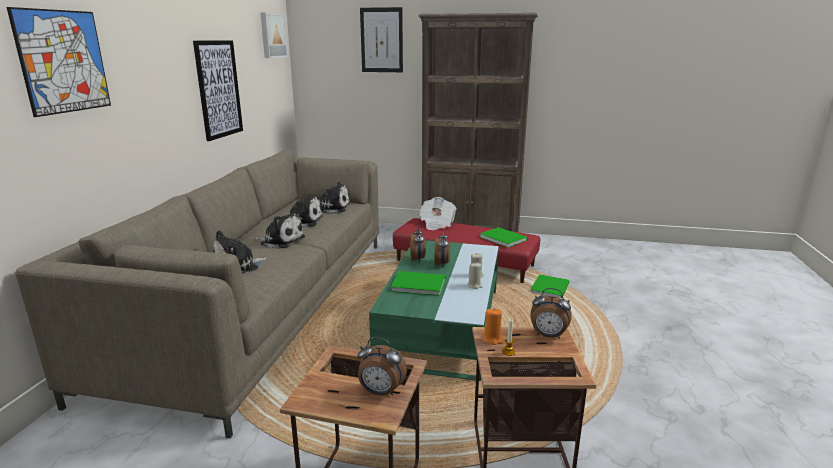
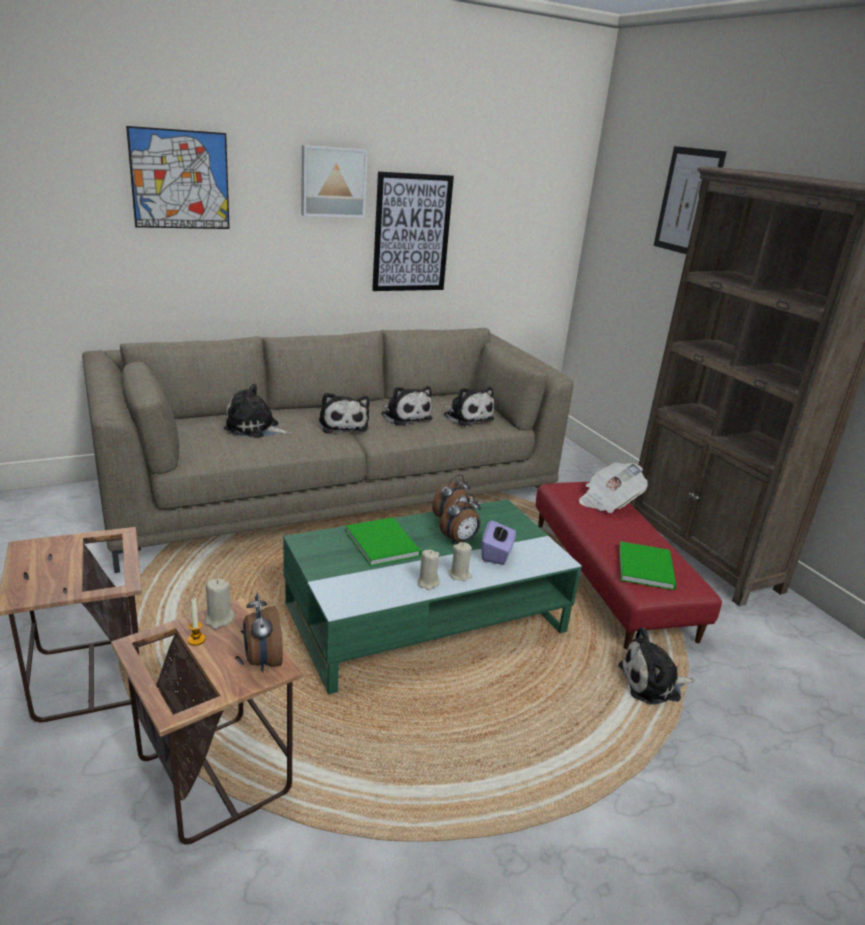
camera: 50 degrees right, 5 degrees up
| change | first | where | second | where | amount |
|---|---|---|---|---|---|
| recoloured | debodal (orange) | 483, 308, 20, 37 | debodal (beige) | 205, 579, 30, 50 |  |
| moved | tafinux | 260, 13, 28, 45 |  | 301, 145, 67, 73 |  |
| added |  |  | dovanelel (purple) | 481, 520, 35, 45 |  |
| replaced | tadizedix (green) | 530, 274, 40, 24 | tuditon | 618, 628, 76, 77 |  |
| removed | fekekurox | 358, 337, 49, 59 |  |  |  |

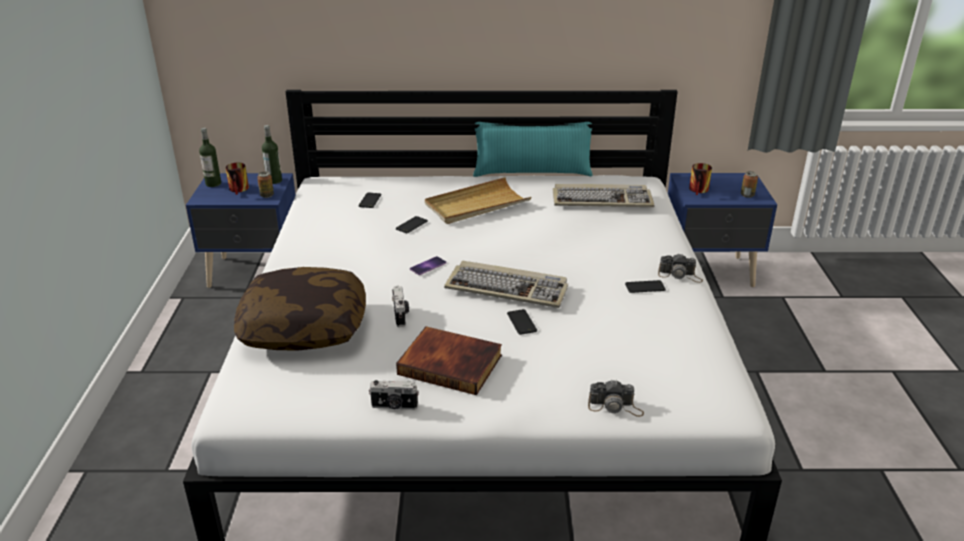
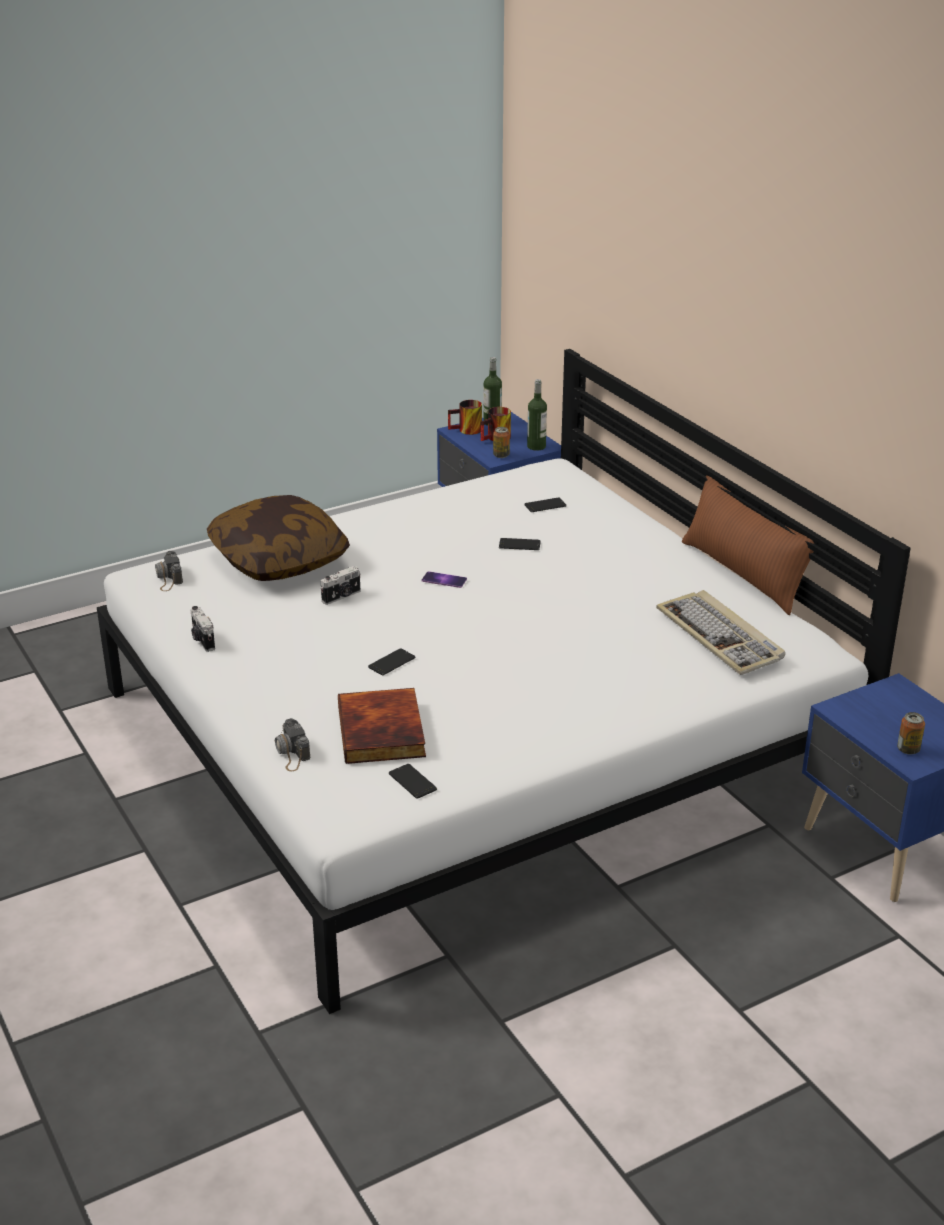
camera: 60 degrees right, 0 degrees up
| change | first | where | second | where | amount |
|---|---|---|---|---|---|
| moved | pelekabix | 658, 254, 45, 29 |  | 155, 551, 28, 40 |  |
| moved | tadizedix | 396, 326, 106, 69 |  | 338, 688, 88, 76 |  |
| moved | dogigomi | 625, 280, 41, 13 |  | 389, 764, 48, 35 |  |
| moved | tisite | 689, 163, 23, 32 |  | 448, 400, 34, 35 |  |
| recoloured | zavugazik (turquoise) | 473, 122, 119, 55 | zavugazik (brown) | 682, 475, 132, 140 |  |
| removed | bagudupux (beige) | 425, 177, 106, 47 |  |  |  |
| removed | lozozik | 444, 261, 124, 47 |  |  |  |

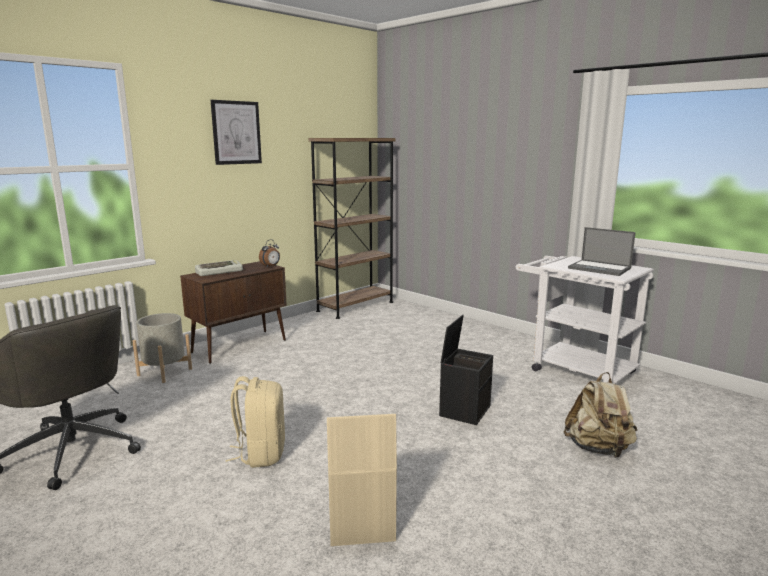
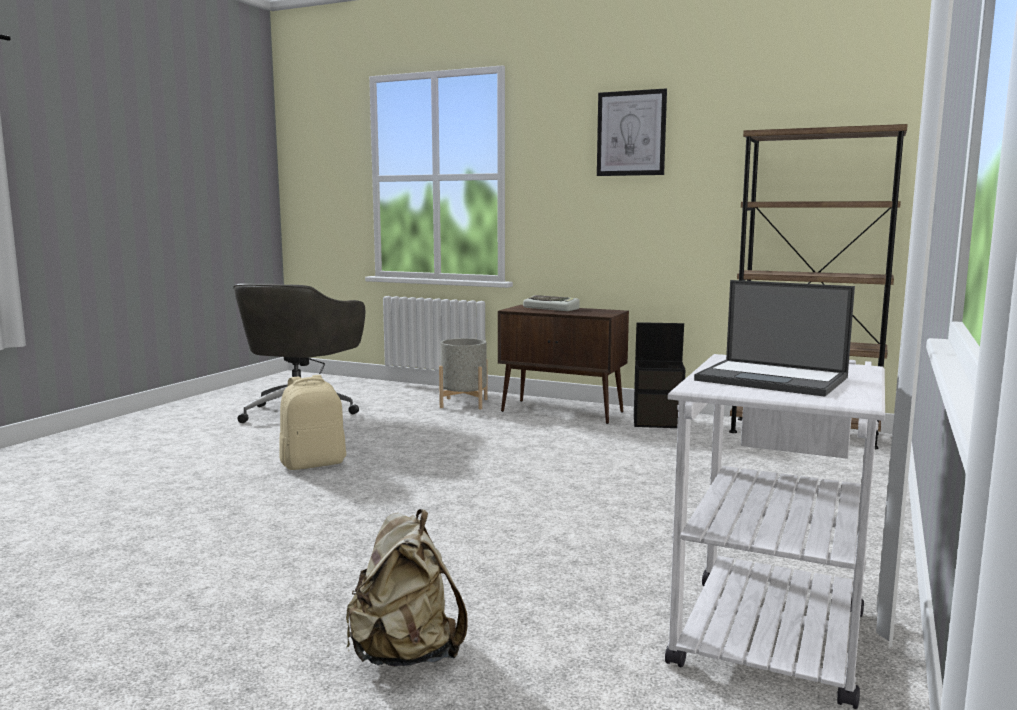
camera: 70 degrees right, 5 degrees down
| change | first | where | second | where | amount |
|---|---|---|---|---|---|
| moved | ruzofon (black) | 439, 315, 54, 110 |  | 634, 322, 52, 106 |  |
| turned | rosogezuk | 568, 227, 68, 49 |  | 694, 280, 161, 117 | 75 degrees counterclockwise |
| removed | fekekurox | 259, 240, 21, 27 |  |  |  |
| removed | ruzofon (beige) | 327, 414, 70, 132 |  |  |  |

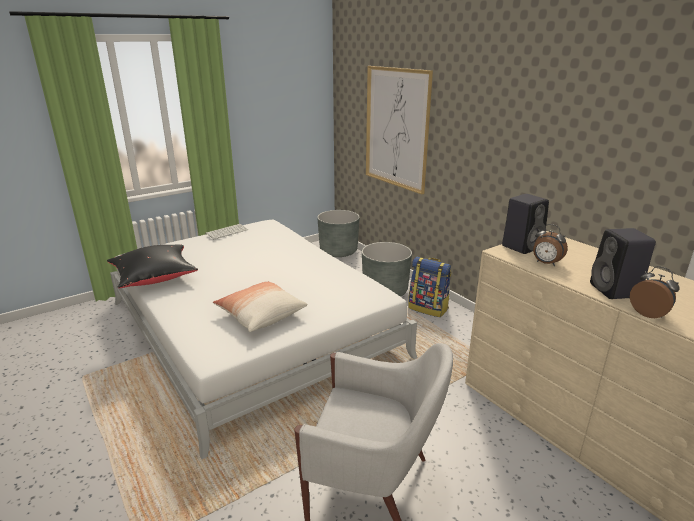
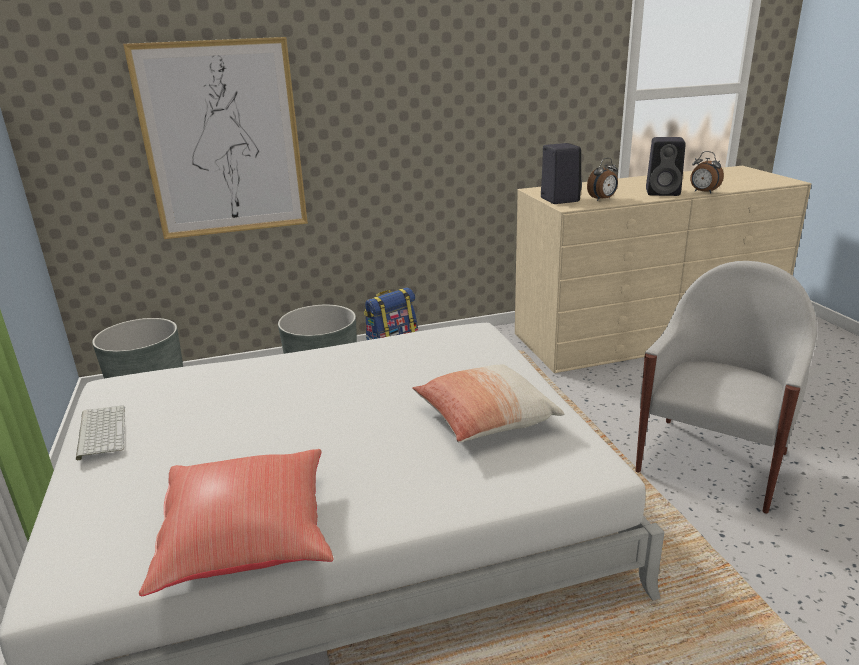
camera: 70 degrees left, 0 degrees up
| change | first | where | second | where | amount |
|---|---|---|---|---|---|
| recoloured | zavugazik (black) | 107, 245, 91, 43 | zavugazik (red) | 139, 449, 195, 147 |  |
| turned | fekekurox | 630, 266, 50, 52 |  | 690, 151, 34, 42 | 120 degrees counterclockwise |

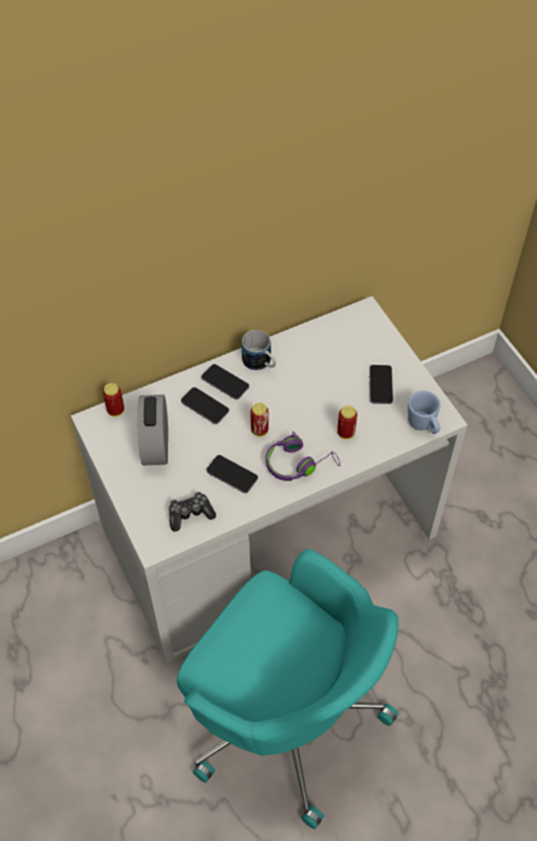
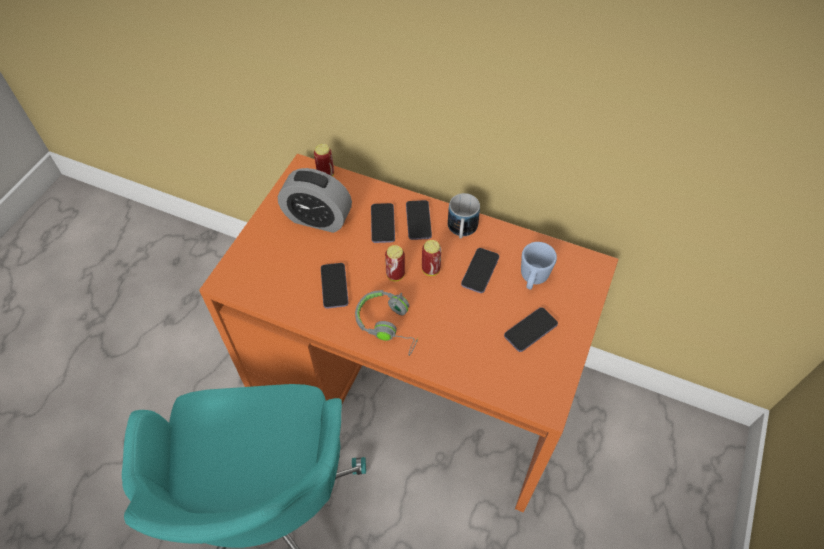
camera: 50 degrees right, 0 degrees up
| change | first | where | second | where | amount |
|---|---|---|---|---|---|
| recoloured | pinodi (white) | 71, 296, 397, 368 | pinodi (orange) | 199, 154, 420, 358 |  |
| turned | fekekurox | 137, 394, 31, 72 |  | 278, 168, 74, 65 | 120 degrees counterclockwise |
| recoloured | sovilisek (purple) | 266, 431, 74, 50 | sovilisek (grey) | 355, 290, 64, 66 |  |
| moved | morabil | 337, 406, 20, 33 |  | 422, 240, 20, 36 |  |
| added |  |  | dogigomi | 461, 248, 38, 45 |  |
| moved | tisite (blue) | 408, 391, 33, 43 |  | 521, 242, 36, 47 |  |
| removed | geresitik | 169, 492, 47, 40 |  |  |  |

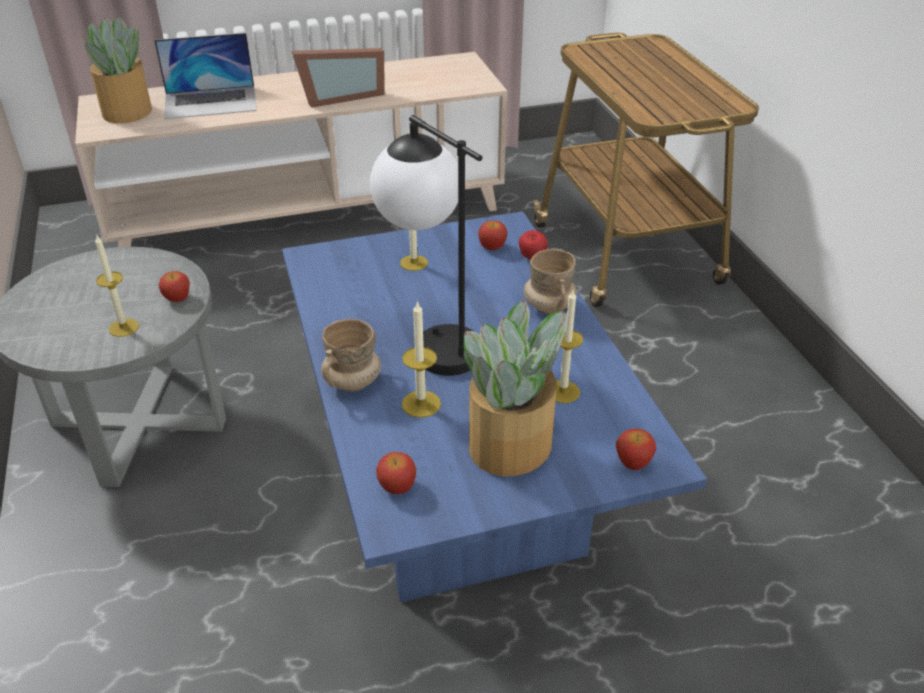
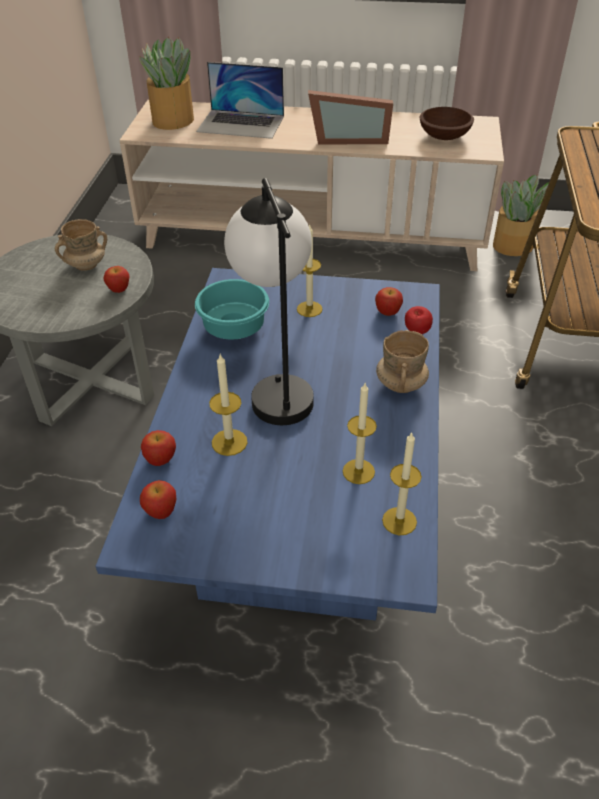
camera: 25 degrees right, 5 degrees up
| change | first | where | second | where | amount |
|---|---|---|---|---|---|
| moved | tisite (beige) | 321, 319, 60, 73 |  | 55, 219, 52, 52 |  |
| moved | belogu | 616, 429, 40, 41 |  | 141, 430, 35, 36 |  |
| added |  |  | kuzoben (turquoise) | 195, 279, 74, 60 |  |
| moved | debodal | 95, 234, 44, 103 |  | 382, 432, 40, 103 |  |
| added |  |  | kuzoben (brown) | 420, 107, 54, 33 |  |
| moved | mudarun | 464, 300, 103, 176 |  | 493, 175, 56, 81 |  |

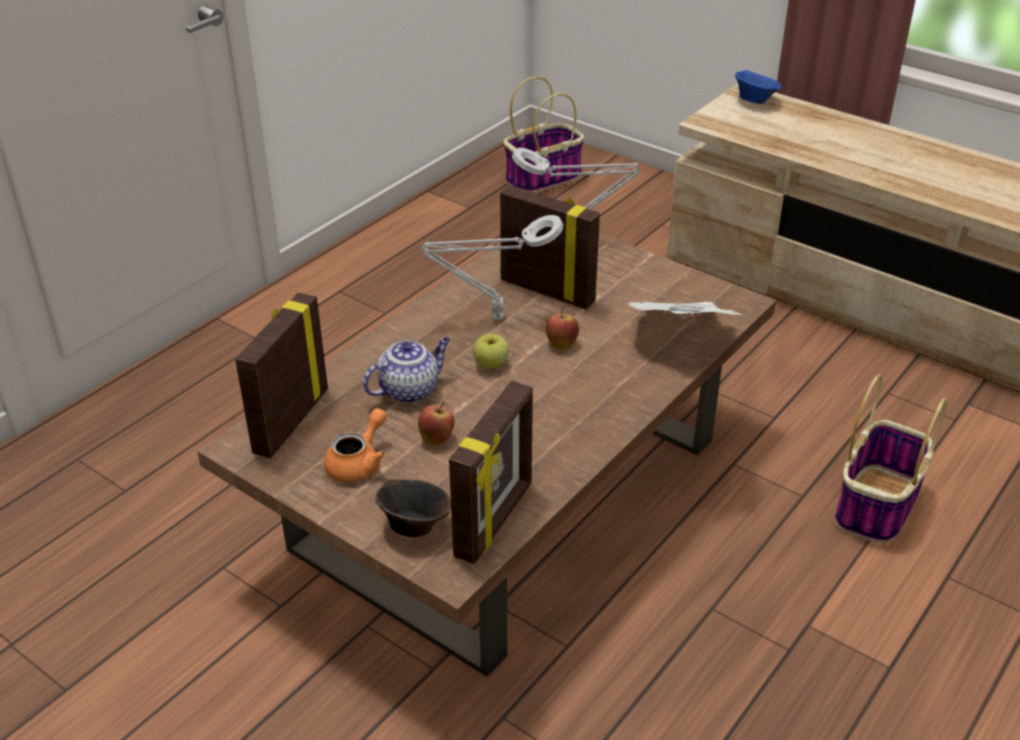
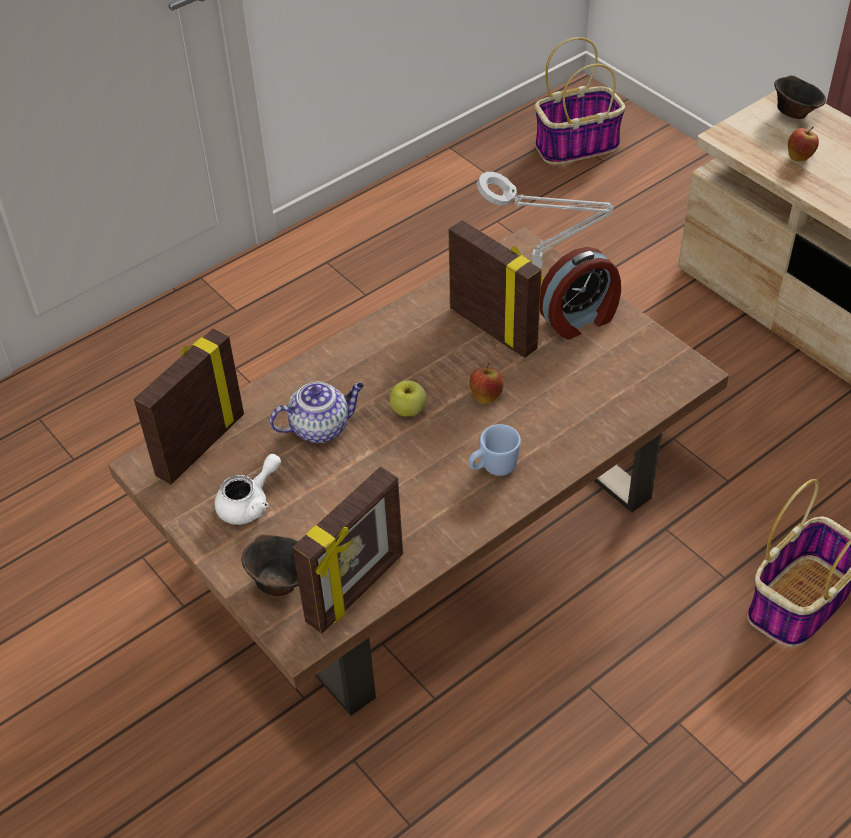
camera: 15 degrees right, 10 degrees up
| change | first | where | second | where | amount |
|---|---|---|---|---|---|
| recoloured | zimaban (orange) | 324, 408, 63, 75 | zimaban (white) | 215, 454, 66, 71 |  |
| added |  |  | tisite (blue) | 469, 424, 52, 52 |  |
| added |  |  | fekekurox | 540, 247, 81, 92 |  |
| recoloured | kuzoben (blue) | 735, 70, 47, 34 | kuzoben (brown) | 774, 75, 52, 44 |  |
| moved | belogu | 418, 402, 37, 43 |  | 788, 127, 31, 34 |  |
| removed | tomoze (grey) | 421, 215, 142, 106 |  |  |  |
| removed | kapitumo | 627, 301, 116, 19 |  |  |  |

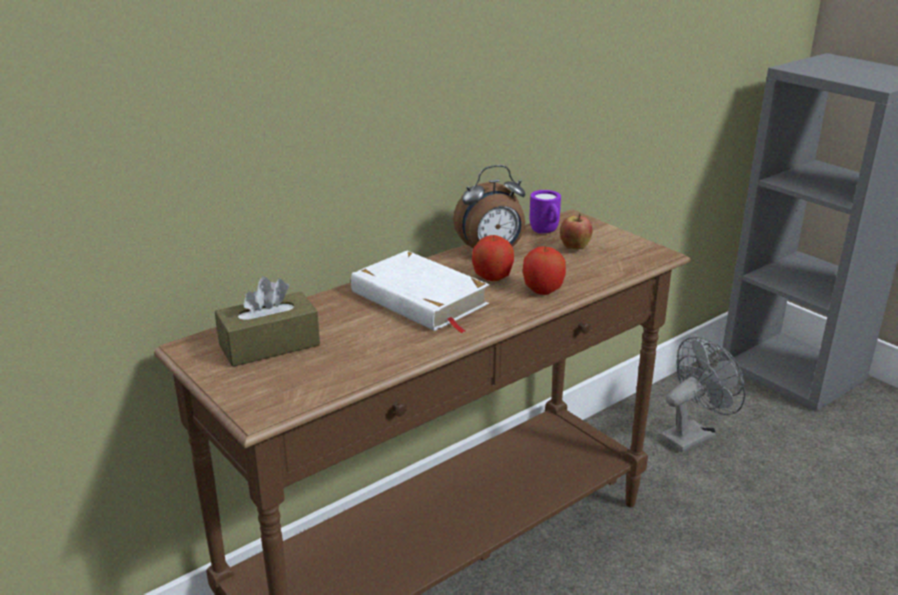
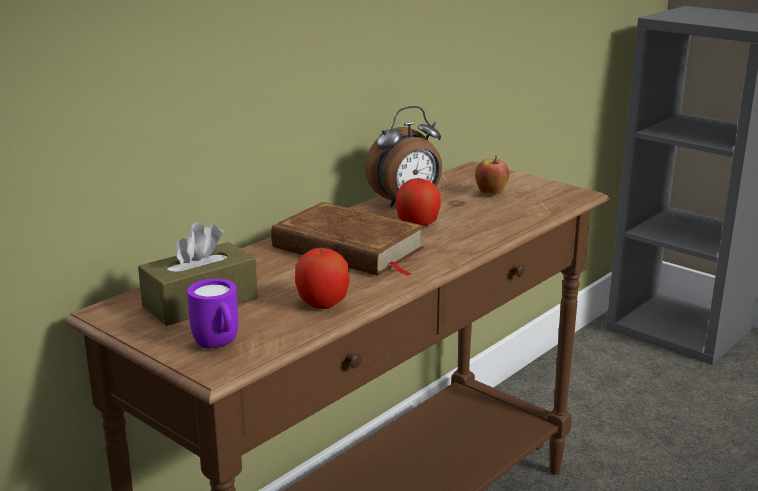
camera: 10 degrees left, 5 degrees down
| change | first | where | second | where | amount |
|---|---|---|---|---|---|
| moved | tisite (purple) | 530, 190, 31, 44 |  | 187, 279, 51, 70 |  |
| recoloured | tadizedix (white) | 351, 251, 138, 82 | tadizedix (brown) | 271, 202, 154, 74 |  |
| moved | belogu | 523, 246, 43, 49 |  | 295, 247, 54, 62 |  |
| removed | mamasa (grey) | 660, 337, 85, 116 |  |  |  |

